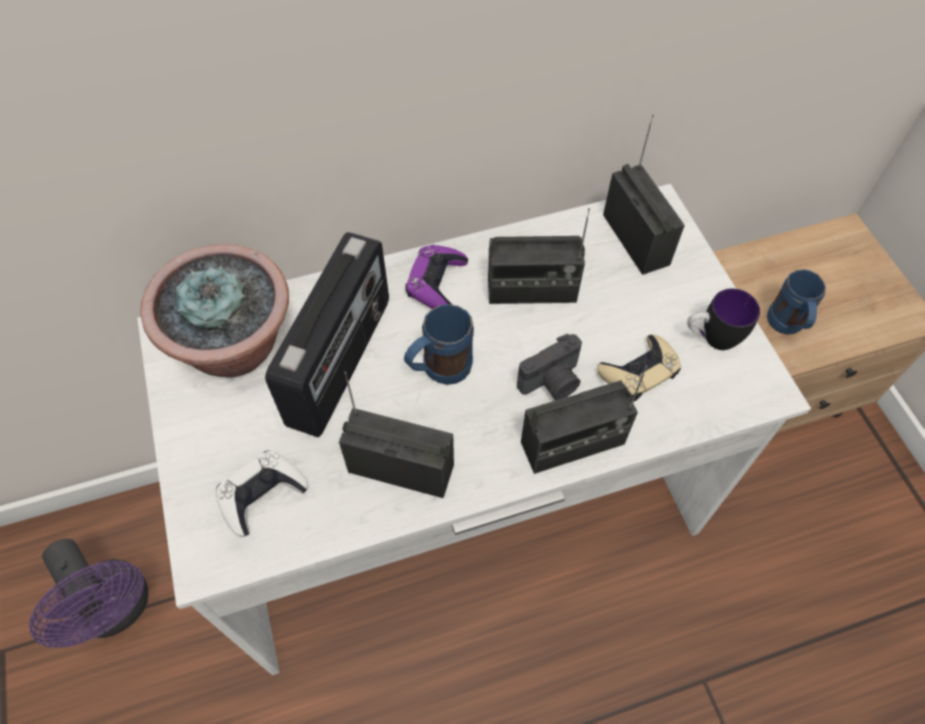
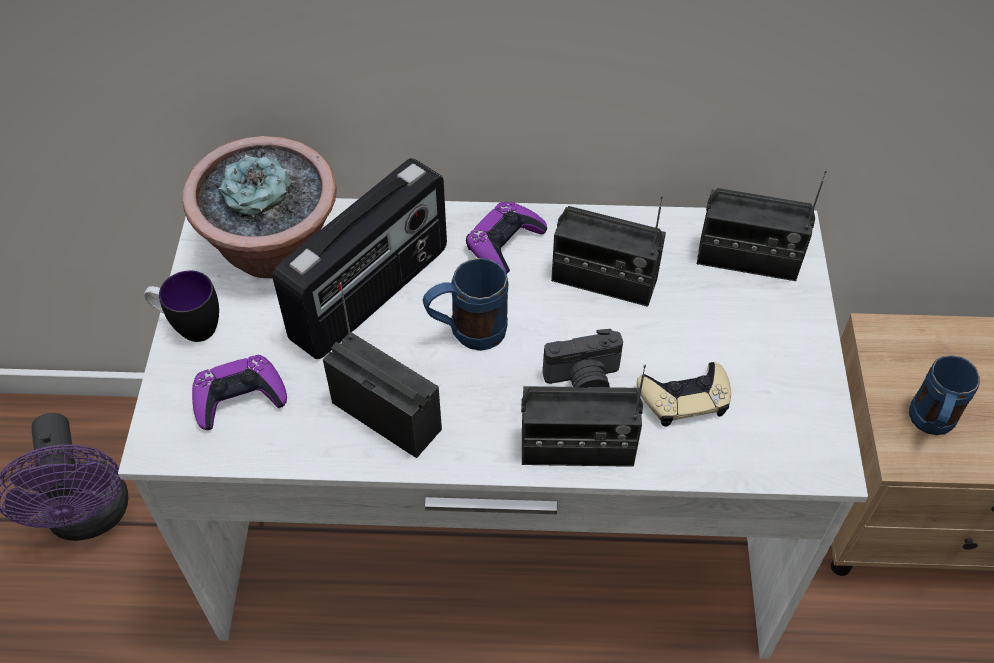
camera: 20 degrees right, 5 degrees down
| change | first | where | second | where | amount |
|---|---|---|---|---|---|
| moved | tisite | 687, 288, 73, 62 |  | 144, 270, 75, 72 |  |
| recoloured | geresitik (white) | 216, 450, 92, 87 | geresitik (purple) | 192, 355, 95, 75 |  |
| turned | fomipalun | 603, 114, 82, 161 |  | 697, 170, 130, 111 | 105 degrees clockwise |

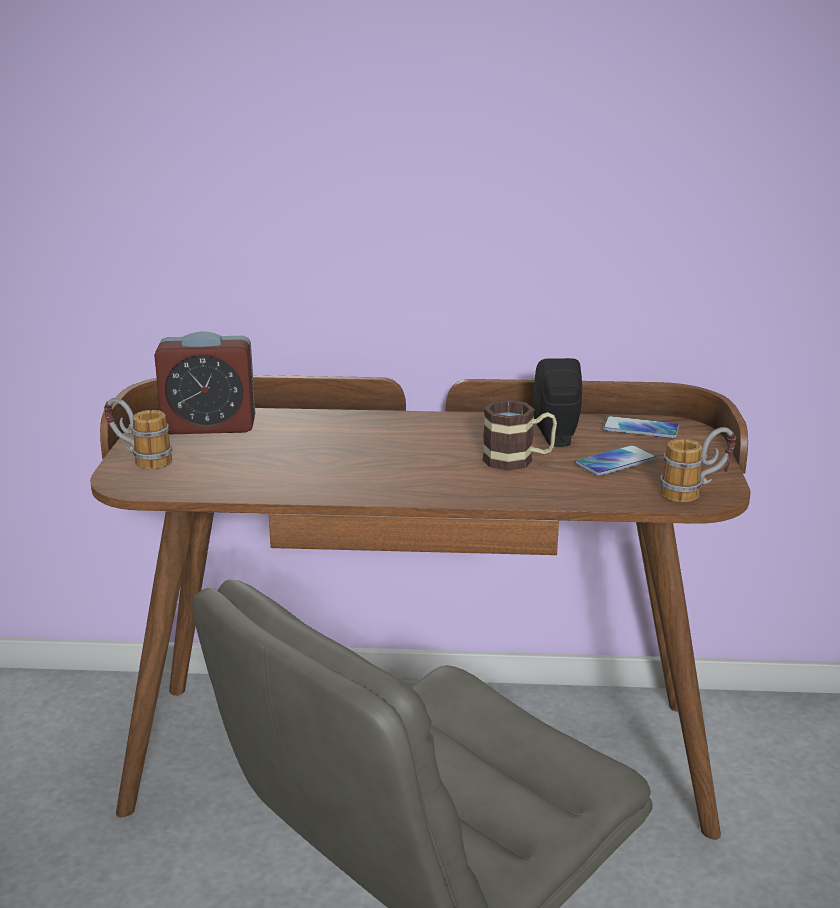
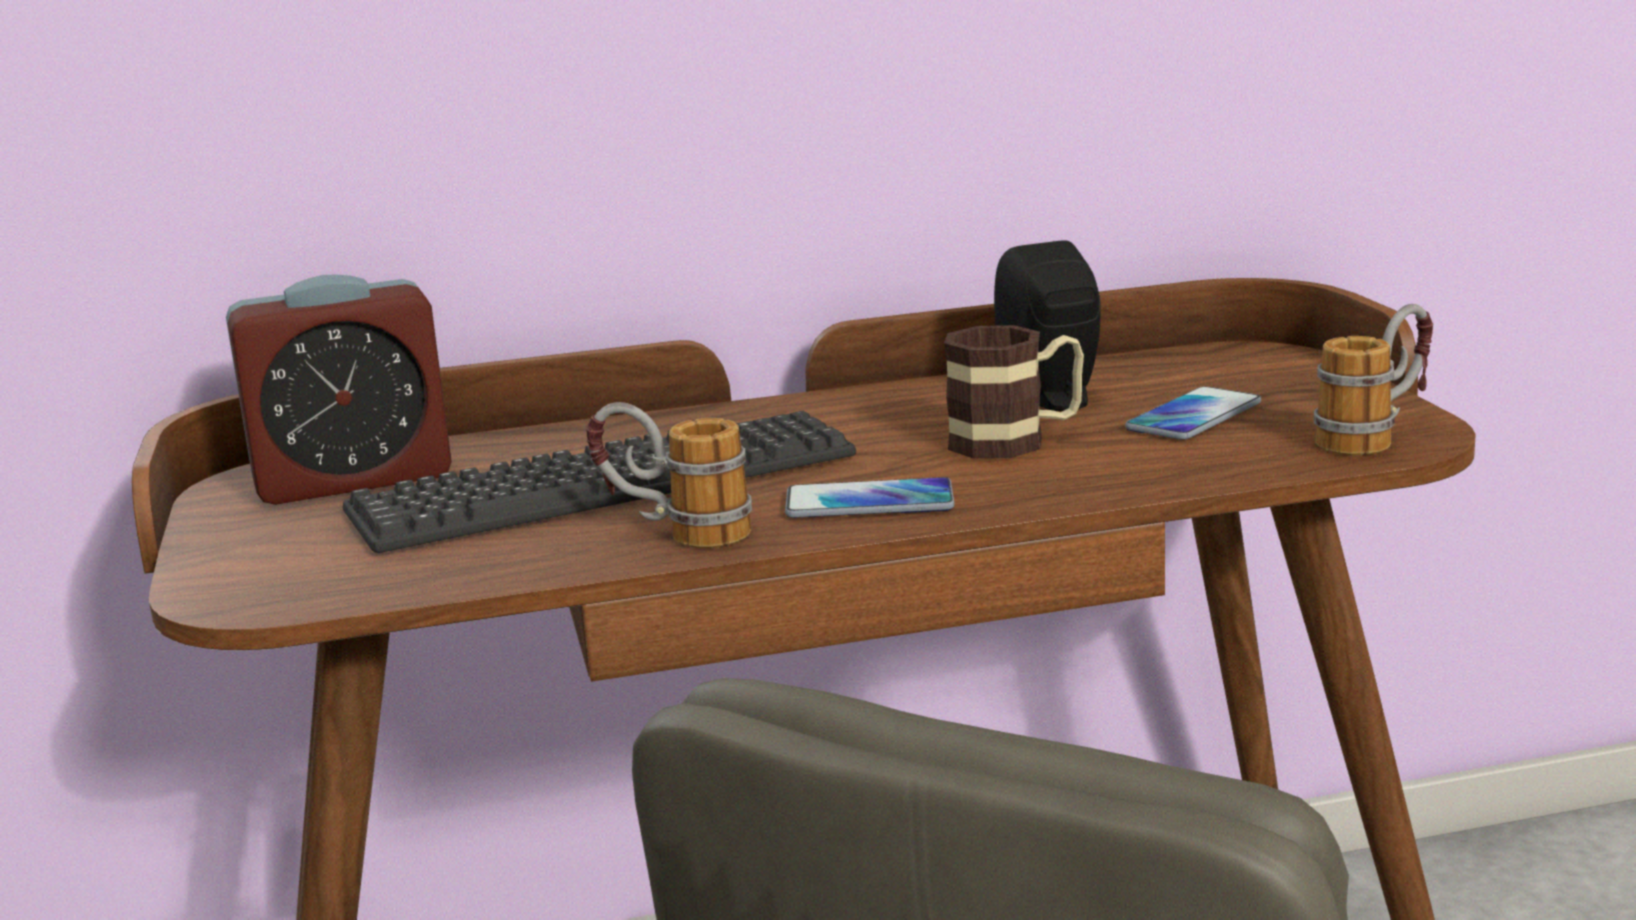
camera: 15 degrees left, 5 degrees down
| change | first | where | second | where | amount |
|---|---|---|---|---|---|
| added |  |  | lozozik | 342, 411, 514, 142 |  |
| moved | tisite | 104, 398, 68, 72 |  | 586, 402, 166, 146 |  |
| moved | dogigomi | 603, 416, 76, 22 |  | 785, 477, 169, 41 |  |

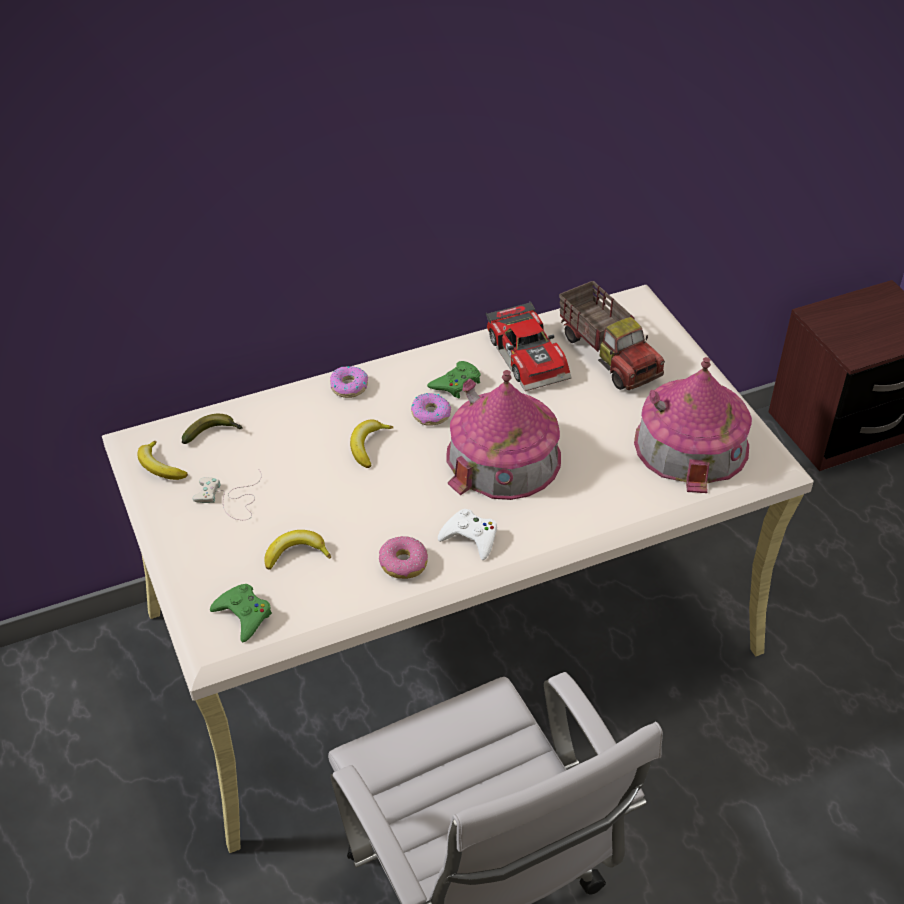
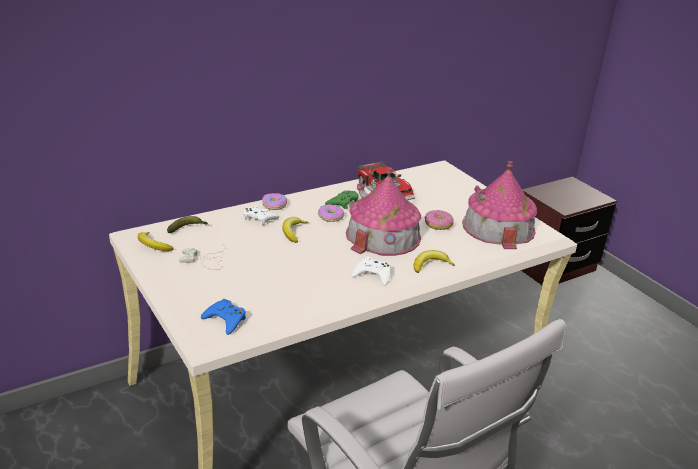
camera: 10 degrees left, 15 degrees down
| change | first | where | second | where | amount |
|---|---|---|---|---|---|
| recoloured | geresitik (green) | 210, 584, 62, 58 | geresitik (blue) | 201, 299, 45, 36 |  |
| added |  |  | geresitik (white) | 243, 205, 36, 20 |  |
| moved | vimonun | 264, 530, 67, 40 |  | 414, 250, 41, 23 |  |
| moved | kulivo | 379, 536, 49, 43 |  | 424, 210, 30, 20 |  |
| removed | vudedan | 559, 281, 106, 109 |  |  |  |

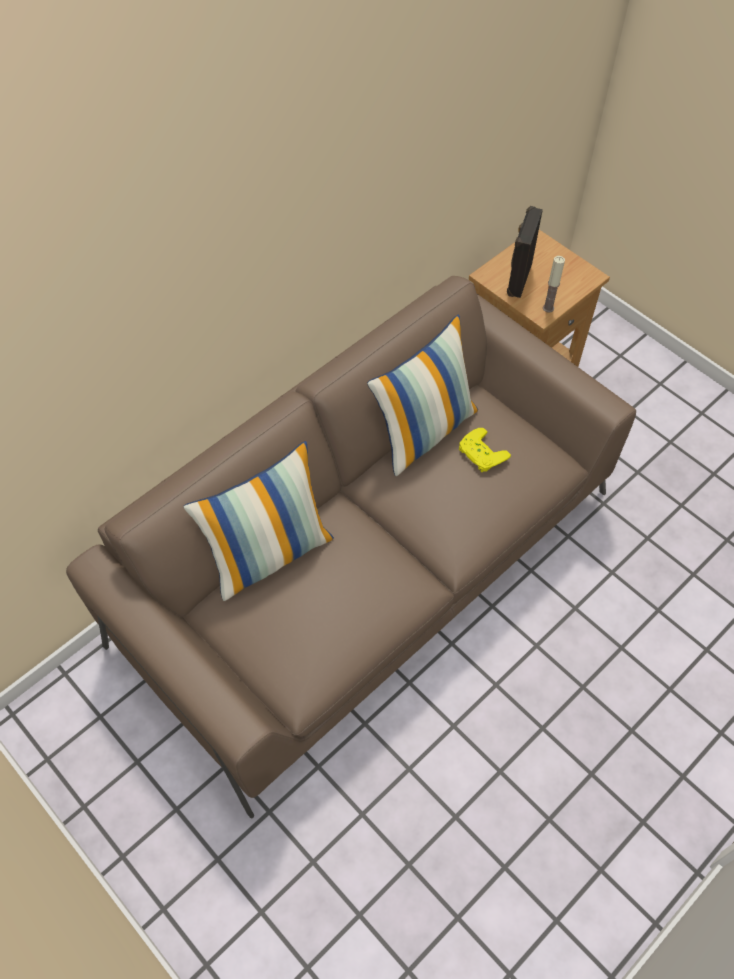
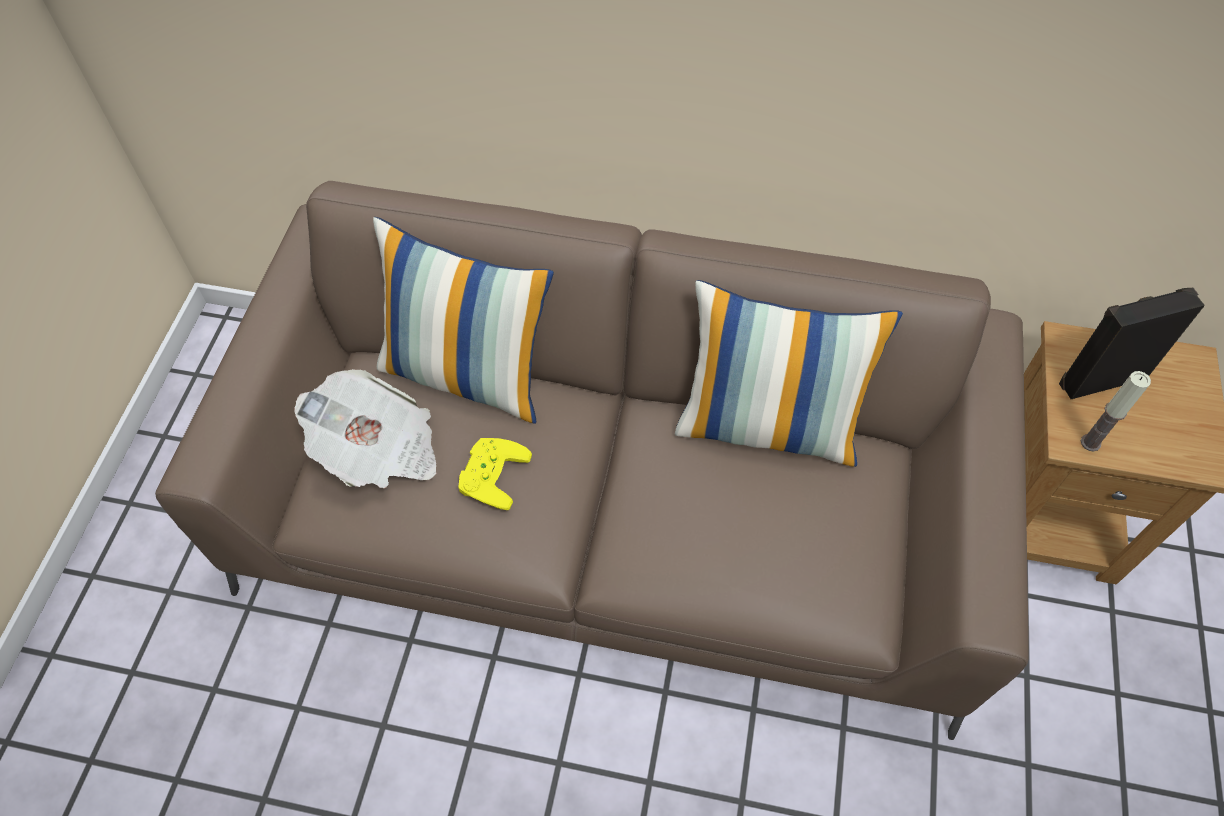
camera: 55 degrees right, 0 degrees up
| change | first | where | second | where | amount |
|---|---|---|---|---|---|
| added |  |  | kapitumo | 294, 369, 142, 119 |  |
| moved | geresitik (yellow) | 459, 428, 52, 44 |  | 458, 438, 74, 72 |  |

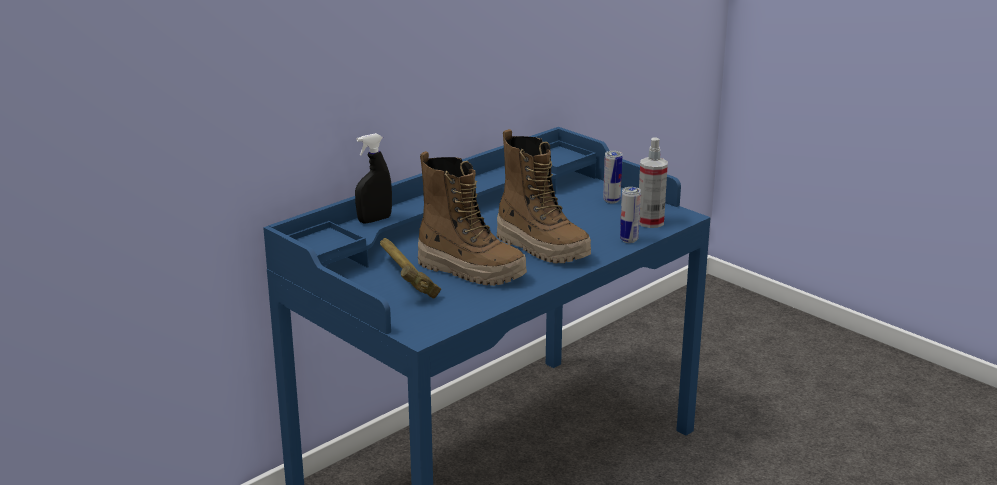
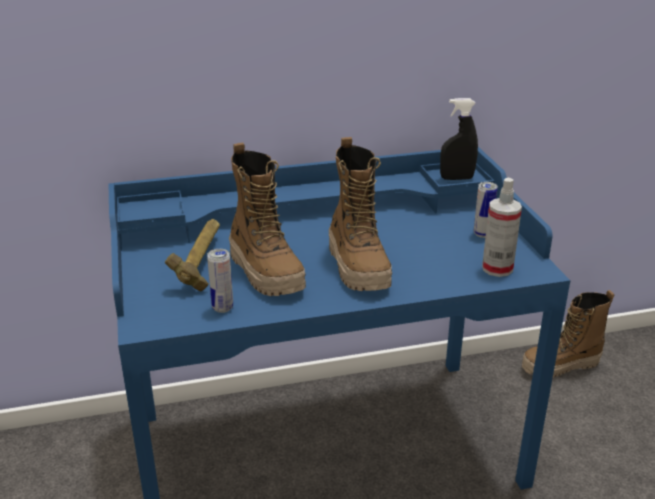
camera: 30 degrees right, 5 degrees up
| change | first | where | second | where | amount |
|---|---|---|---|---|---|
| moved | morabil | 620, 187, 21, 56 |  | 207, 249, 26, 64 |  |
| moved | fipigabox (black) | 355, 133, 37, 91 |  | 440, 98, 38, 82 |  |
| added |  |  | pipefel | 522, 290, 93, 88 |  |

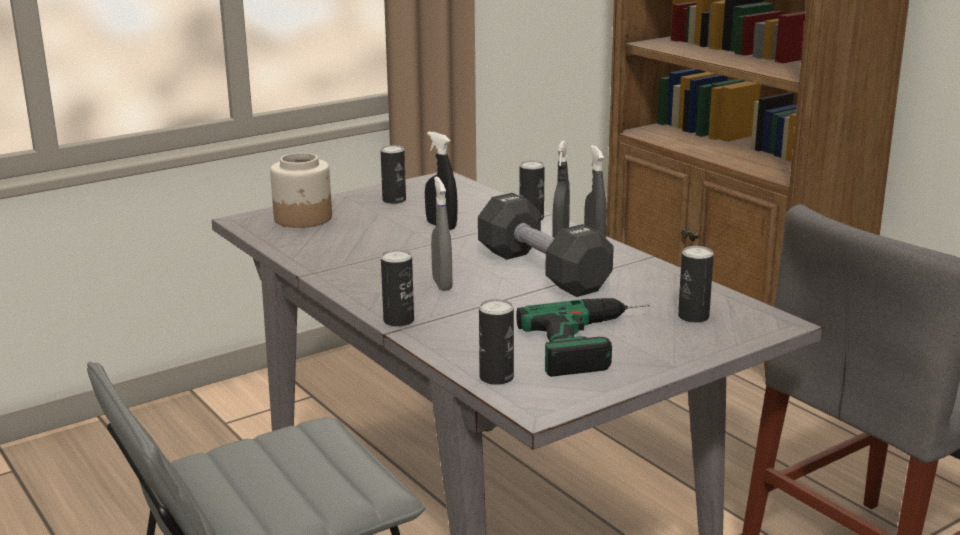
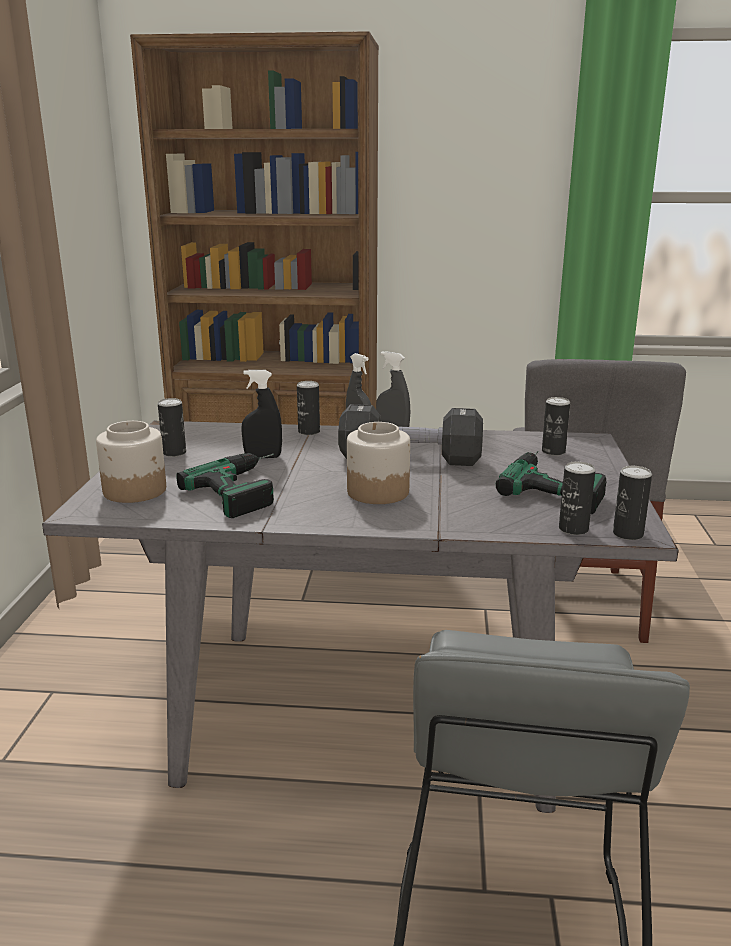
camera: 50 degrees left, 0 degrees up
| change | first | where | second | where | amount |
|---|---|---|---|---|---|
| added |  |  | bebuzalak | 177, 453, 97, 65 |  |
| replaced | fipigabox (grey) | 431, 176, 21, 115 | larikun | 347, 422, 63, 82 |  |
| moved | morabil | 381, 250, 33, 77 |  | 613, 466, 39, 74 |  |

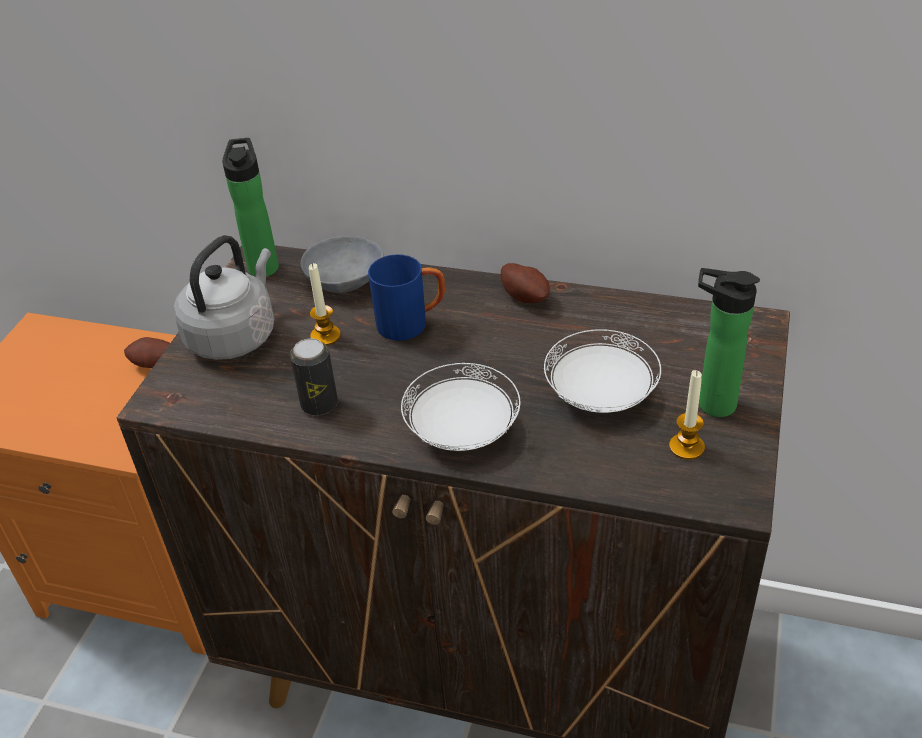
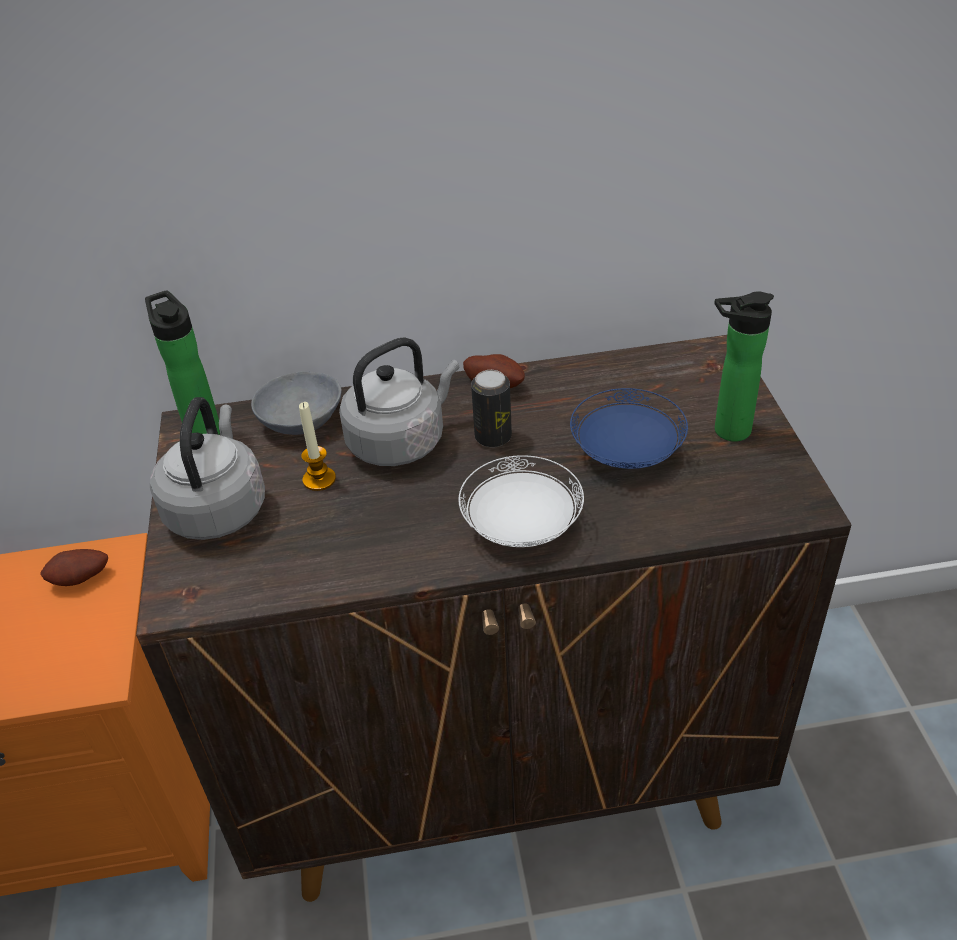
camera: 25 degrees left, 0 degrees up
| change | first | where | second | where | amount |
|---|---|---|---|---|---|
| replaced | tisite (blue) | 368, 254, 77, 87 | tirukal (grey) | 339, 338, 120, 128 |  |
| moved | morabil | 290, 338, 48, 77 |  | 471, 370, 41, 77 |  |
| recoloured | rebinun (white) | 544, 330, 117, 83 | rebinun (blue) | 570, 388, 118, 81 |  |
| removed | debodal | 669, 370, 36, 90 |  |  |  |

